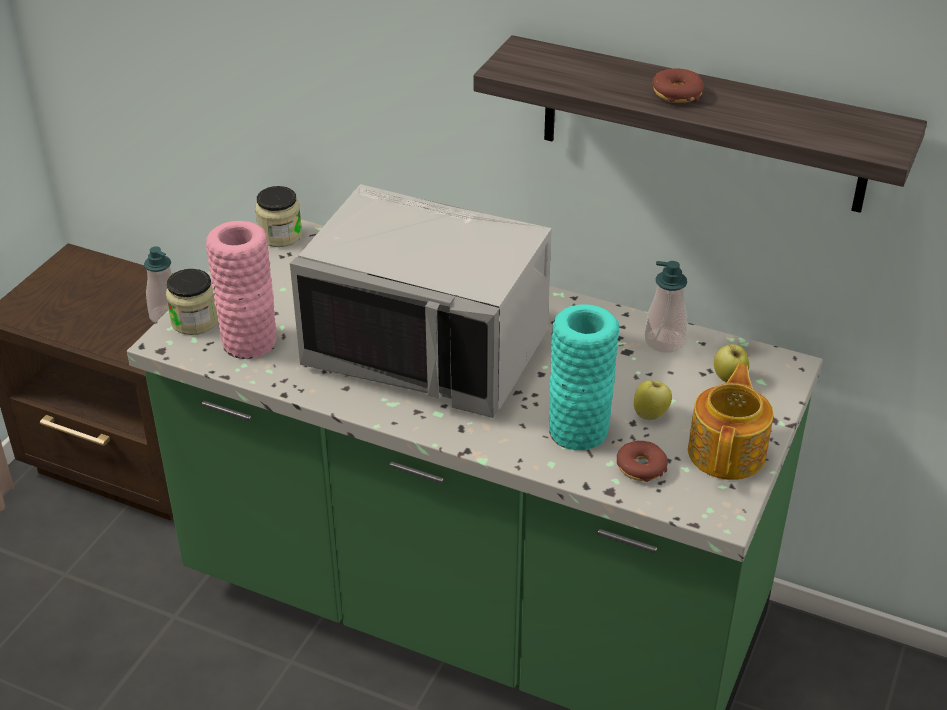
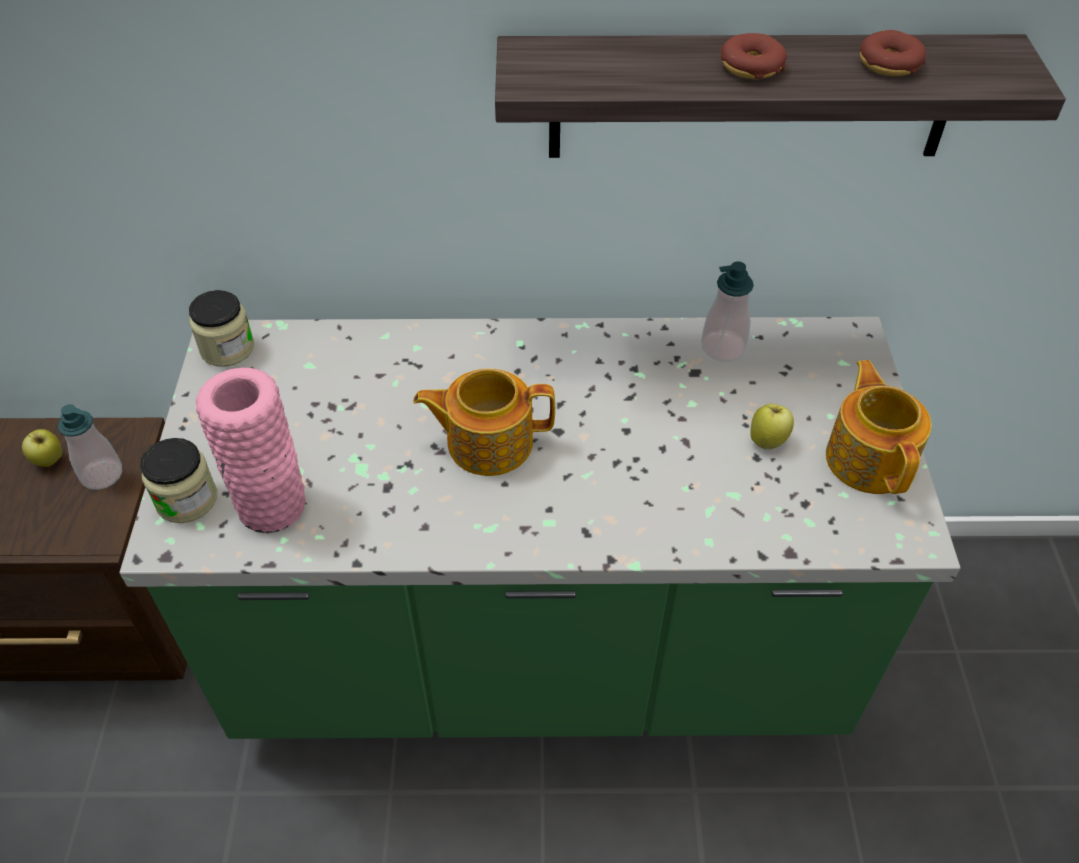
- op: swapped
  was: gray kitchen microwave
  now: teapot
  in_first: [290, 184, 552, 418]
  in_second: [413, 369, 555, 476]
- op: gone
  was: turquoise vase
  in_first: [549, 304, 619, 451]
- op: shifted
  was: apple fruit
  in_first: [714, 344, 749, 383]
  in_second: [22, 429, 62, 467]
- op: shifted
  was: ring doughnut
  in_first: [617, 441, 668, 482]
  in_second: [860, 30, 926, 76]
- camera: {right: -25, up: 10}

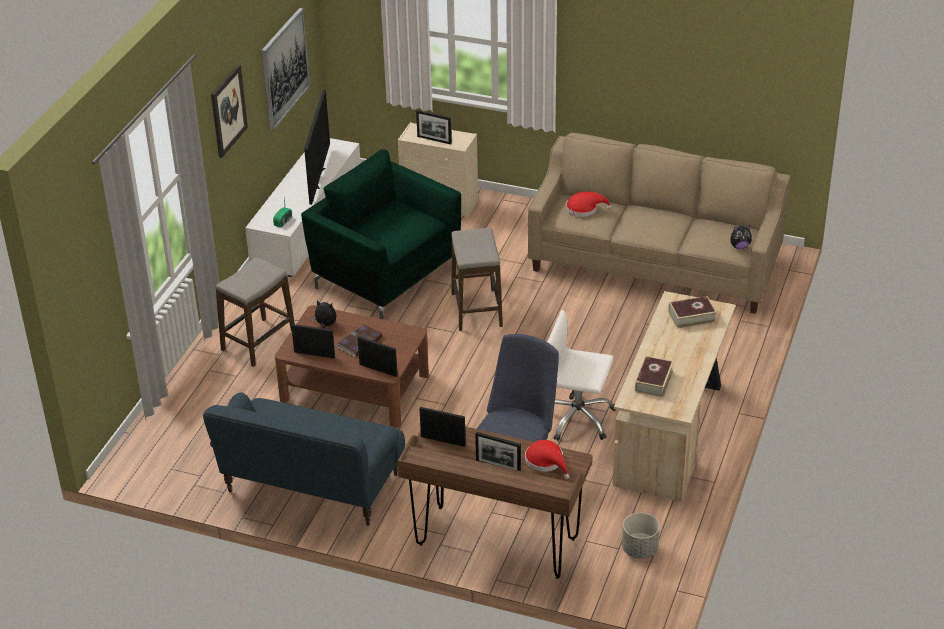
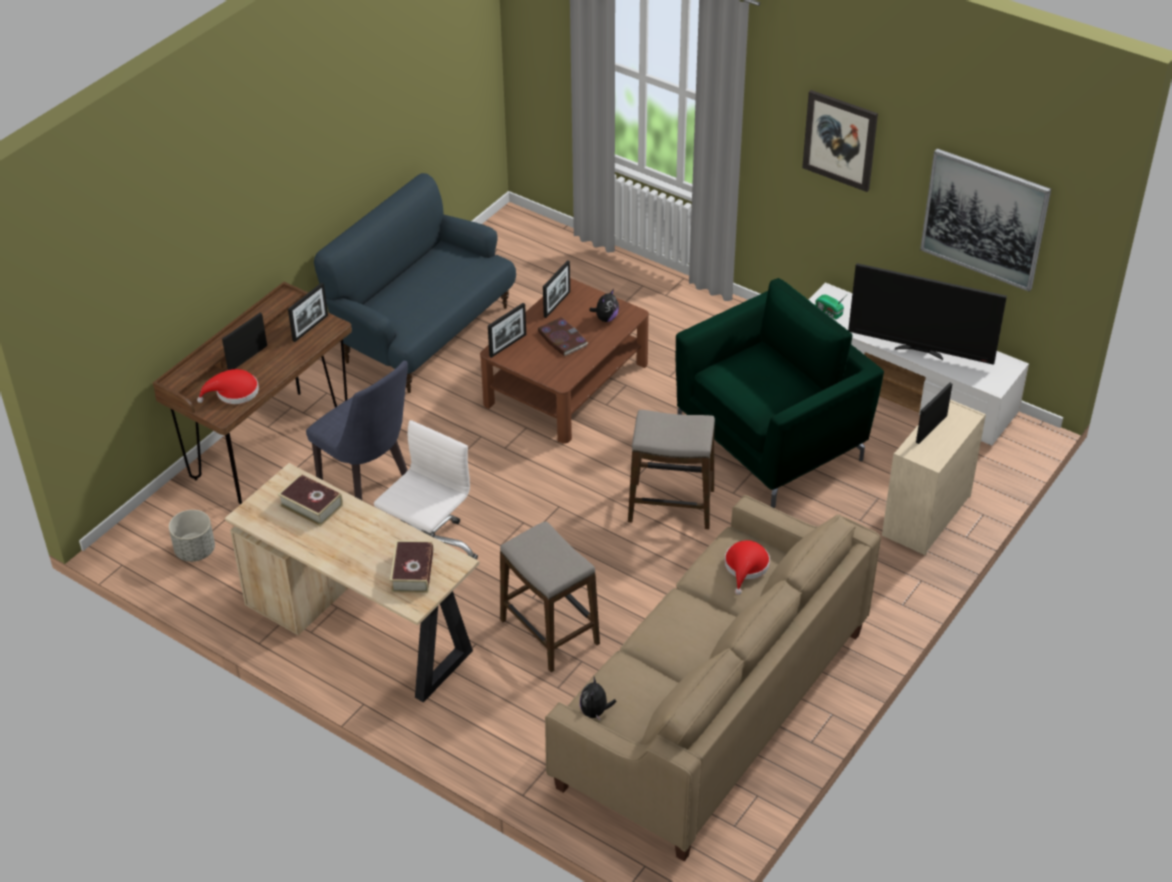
- op: shifted
  was: stool
  in_first: [216, 257, 295, 367]
  in_second: [500, 521, 600, 672]
- camera: {right: 105, up: 5}

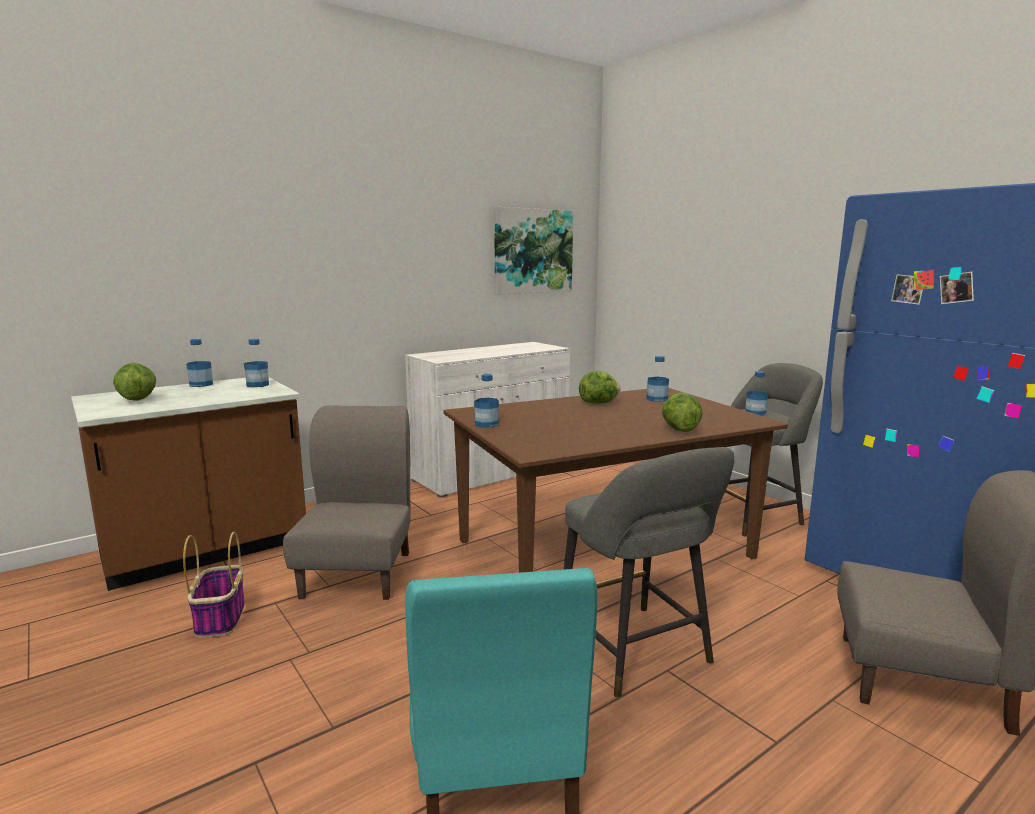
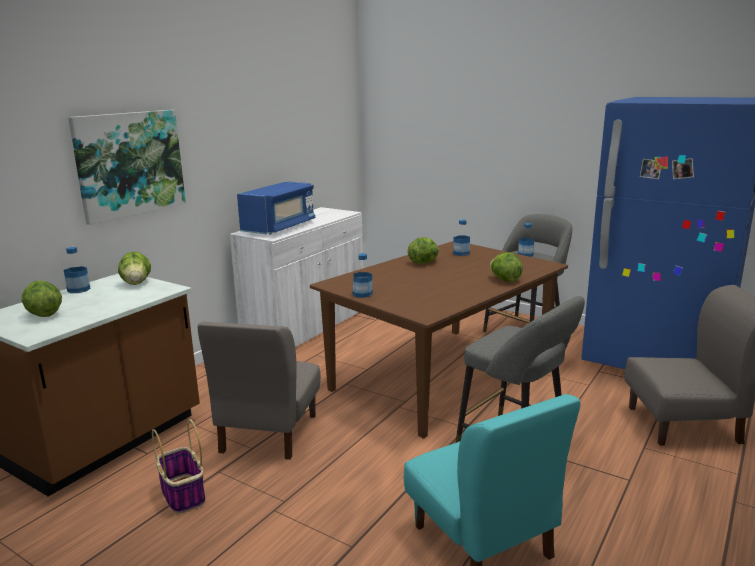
- op: shifted
  was: picture
  in_first: [494, 207, 573, 294]
  in_second: [68, 110, 186, 225]
- op: swapped
  was: bottle
  now: lettuce
  in_first: [244, 339, 269, 387]
  in_second: [118, 251, 151, 285]
- op: rotated
  was: gray chair
  in_first: [283, 406, 411, 600]
  in_second: [198, 321, 321, 460]
  clockwise: -150
- op: new
  now: bluish kitchen microwave
  in_second: [237, 181, 315, 235]
- camera: {right: -20, up: 5}

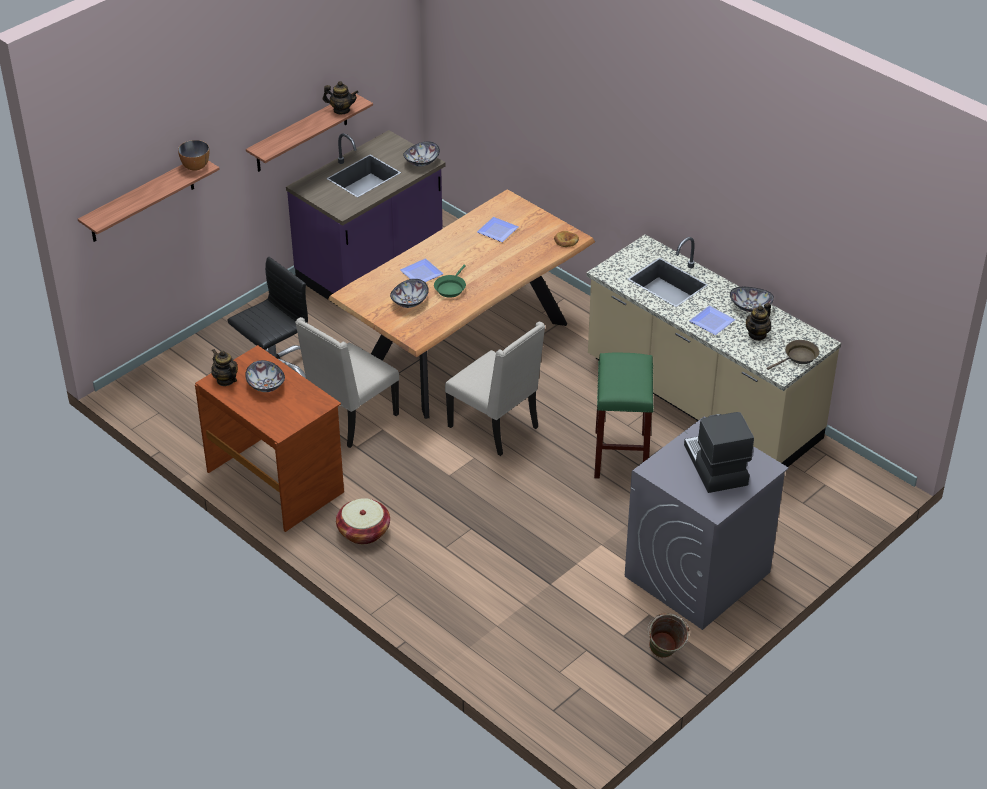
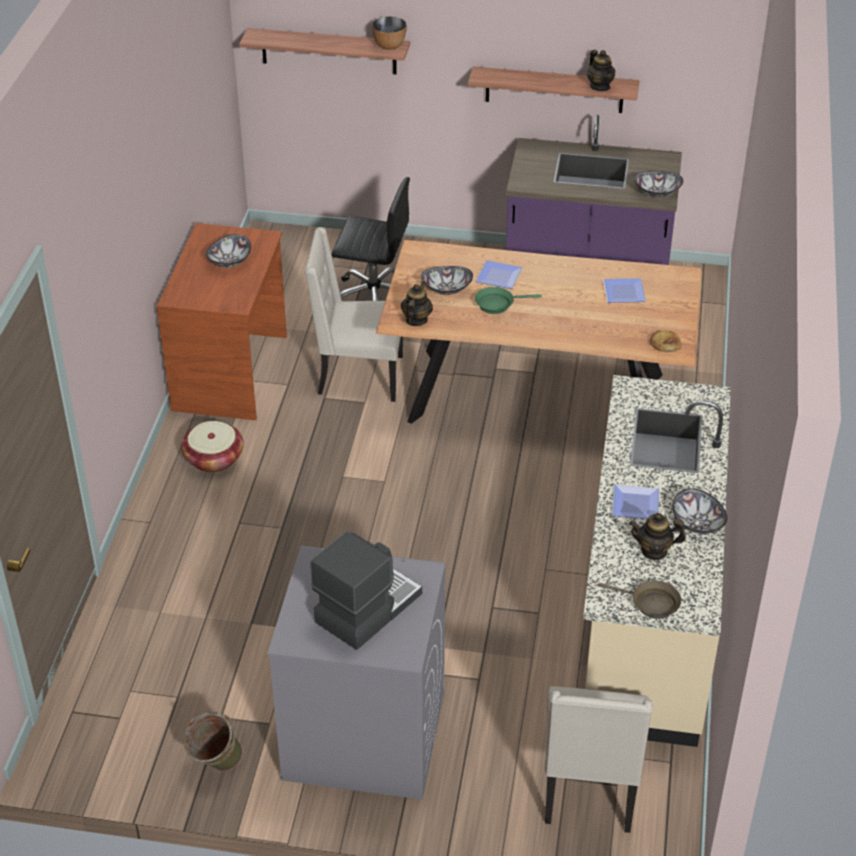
- op: shifted
  was: sand-coloured chair
  in_first: [445, 321, 545, 456]
  in_second: [545, 686, 653, 833]
- op: shifted
  was: teapot
  in_first: [211, 349, 238, 386]
  in_second: [401, 281, 433, 326]
- op: gone
  was: green stool
  in_first: [594, 353, 654, 478]
- camera: {right: 55, up: 0}

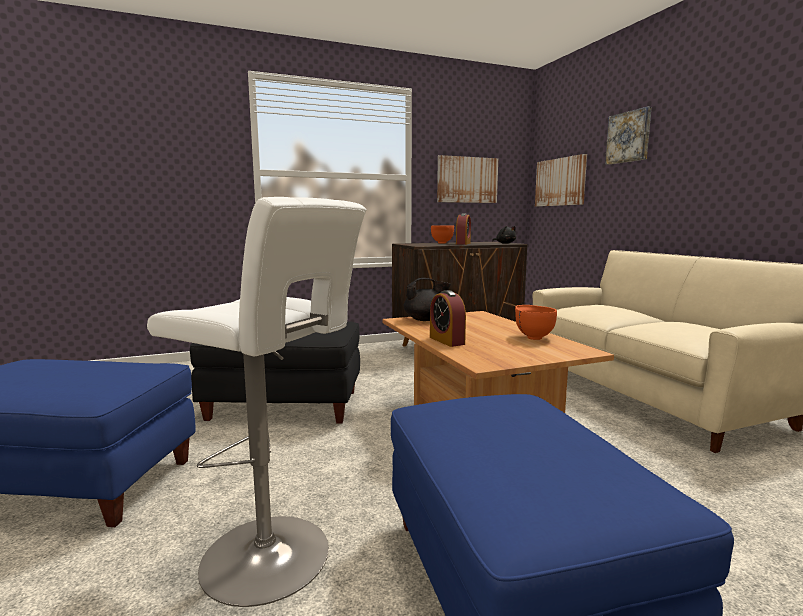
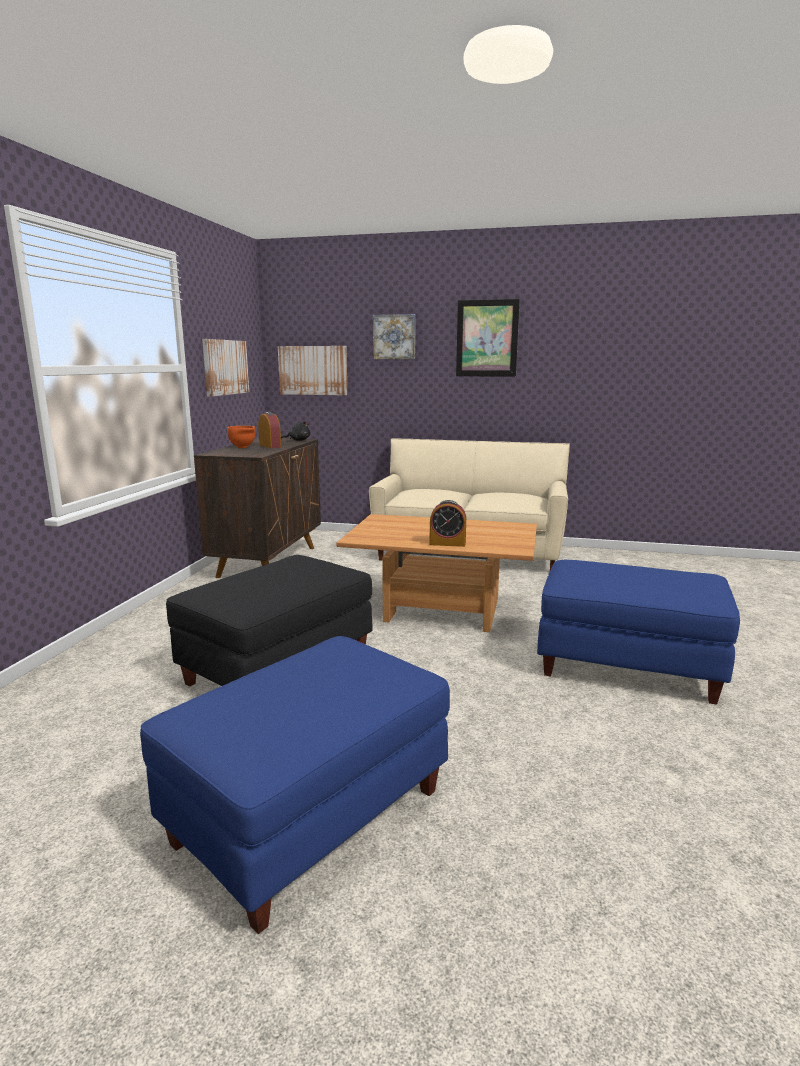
- op: gone
  was: whitish stool
  in_first: [147, 197, 367, 607]
- op: gone
  was: black-coloured teapot
  in_first: [403, 278, 451, 321]
- op: gone
  was: orangey bowl
  in_first: [515, 305, 557, 340]
- op: new
  now: picture
  in_second: [456, 299, 520, 377]
- camera: {right: -55, up: 5}

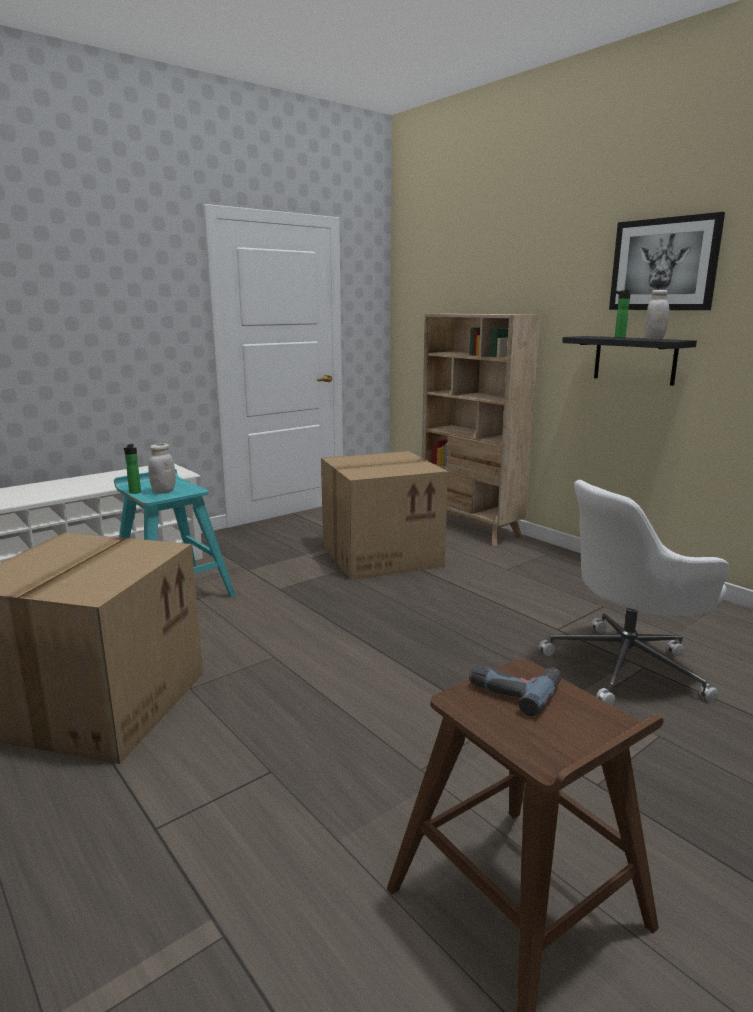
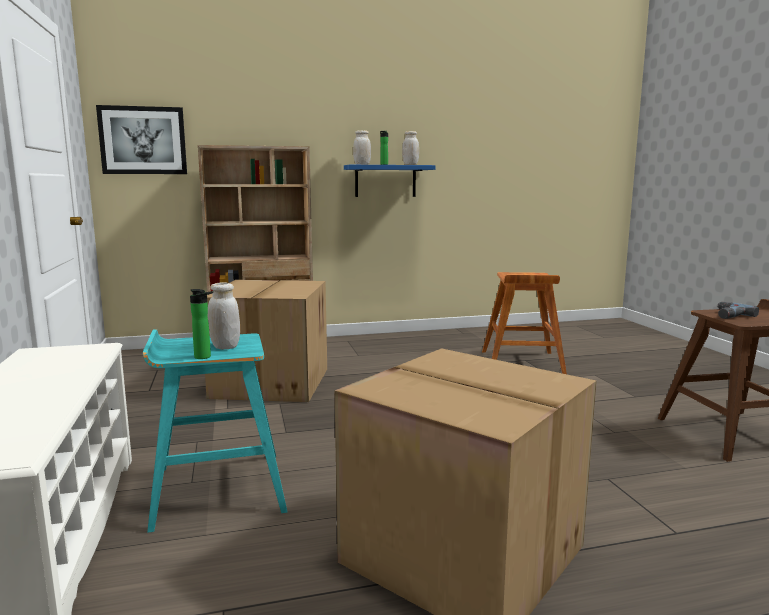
- op: shifted
  was: picture
  in_first: [609, 212, 725, 310]
  in_second: [96, 105, 187, 174]
- op: repainted
  was: black-coloured bracket shelf
  now: bluish bracket shelf
  in_first: [562, 336, 697, 386]
  in_second: [344, 165, 435, 197]
- op: swapped
  was: whitish computer chair
  now: brown-coloured stool
  in_first: [539, 480, 729, 706]
  in_second: [482, 272, 567, 374]
- op: new
  now: whitish jar
  in_second: [353, 131, 371, 165]
- camera: {right: -65, up: -5}

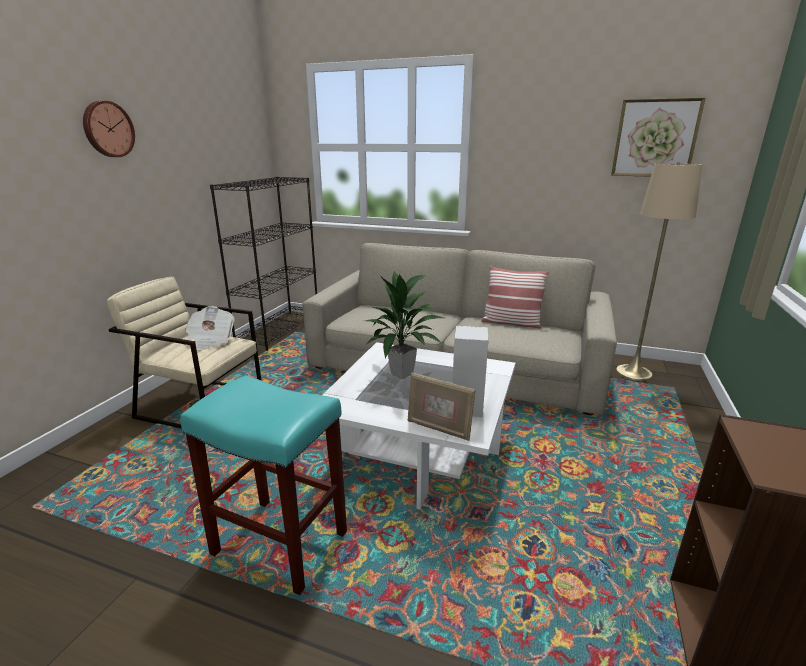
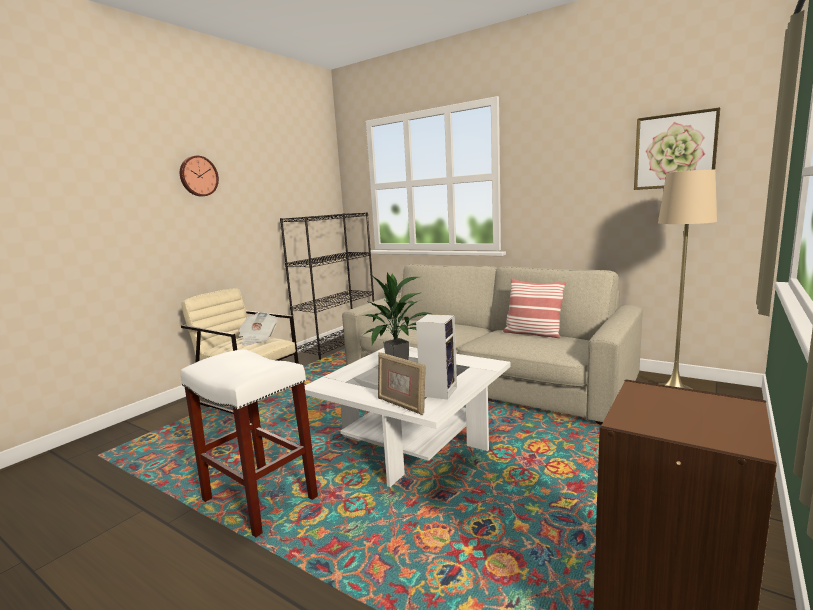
- op: repainted
  was: turquoise stool
  now: whitish stool
  in_first: [180, 375, 347, 595]
  in_second: [181, 349, 318, 537]
- camera: {right: 15, up: -10}

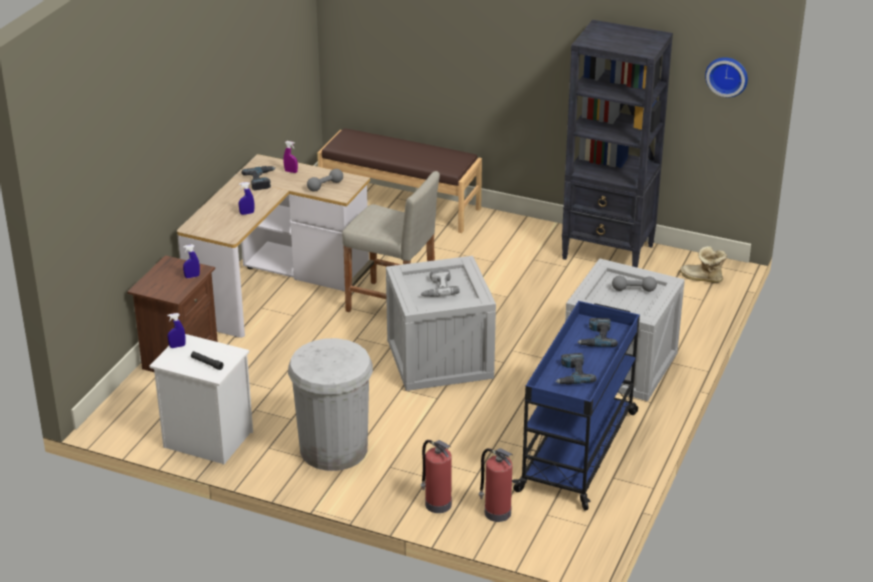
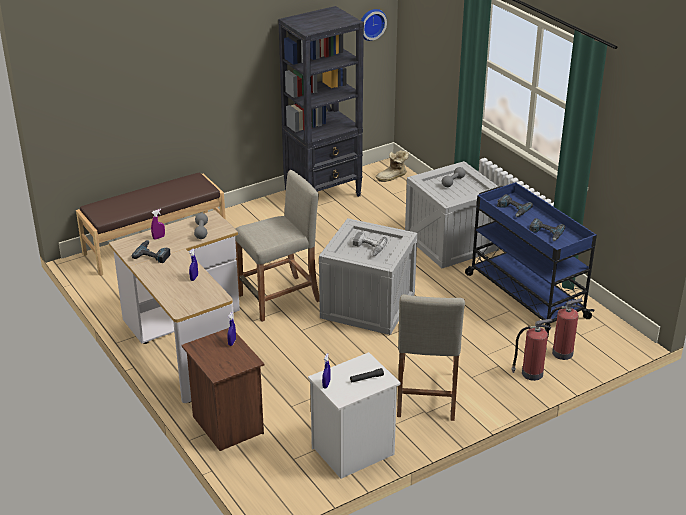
- op: swapped
  was: whitish rubbish bin
  now: sand-coloured stool
  in_first: [288, 338, 373, 471]
  in_second: [397, 294, 465, 421]
- camera: {right: -55, up: 0}

